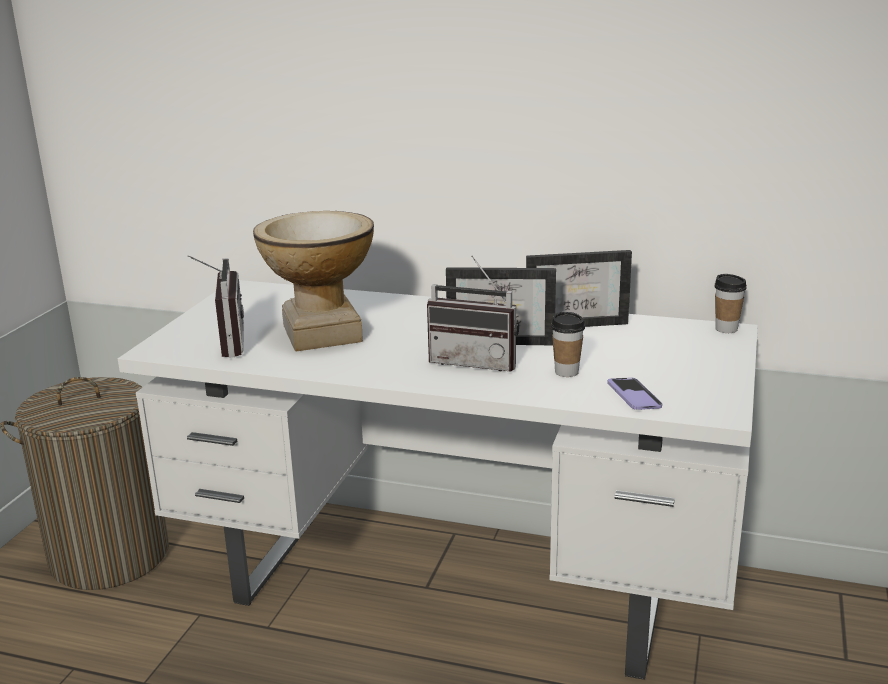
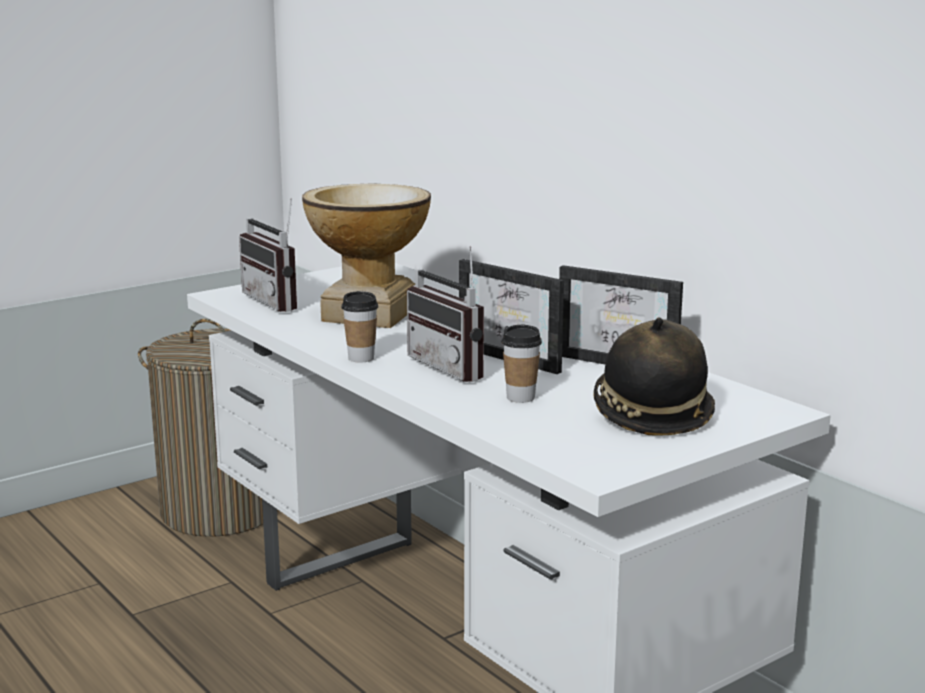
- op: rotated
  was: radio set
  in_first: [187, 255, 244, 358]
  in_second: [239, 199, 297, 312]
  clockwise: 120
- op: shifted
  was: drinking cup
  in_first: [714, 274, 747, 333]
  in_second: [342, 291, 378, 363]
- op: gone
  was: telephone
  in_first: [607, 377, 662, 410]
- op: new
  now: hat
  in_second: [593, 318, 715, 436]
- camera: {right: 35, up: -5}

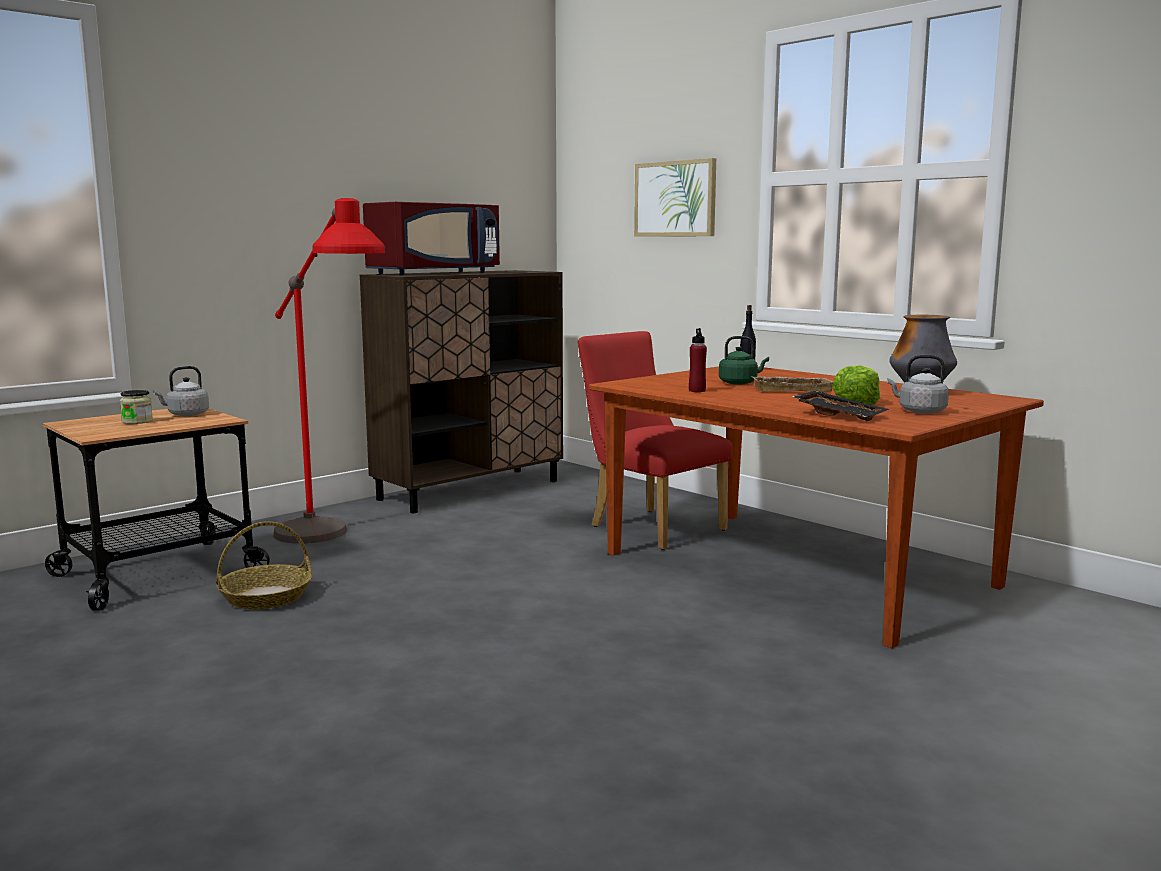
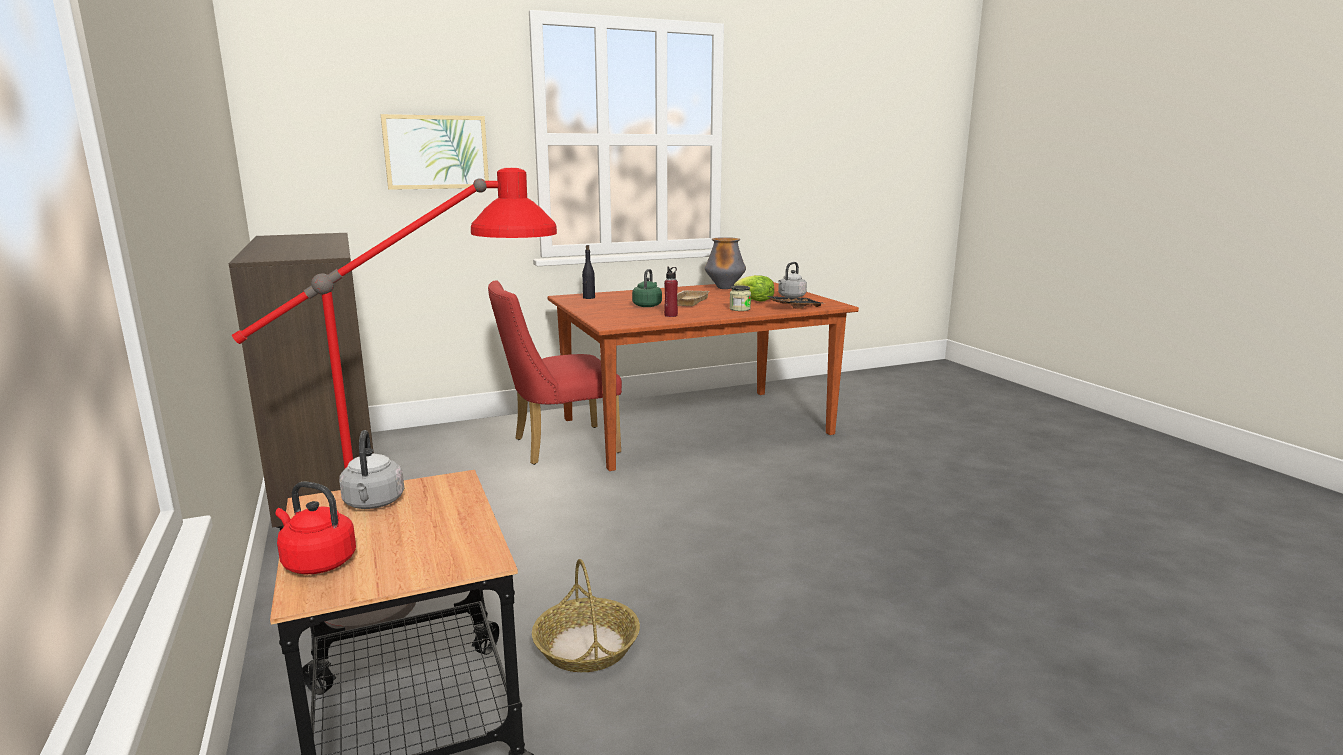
- op: gone
  was: red kitchen microwave
  in_first: [363, 202, 500, 275]
- op: shifted
  was: jar
  in_first: [120, 390, 153, 424]
  in_second: [730, 285, 751, 311]
- op: new
  now: red water kettle
  in_second: [276, 481, 356, 574]
- camera: {right: -70, up: 5}

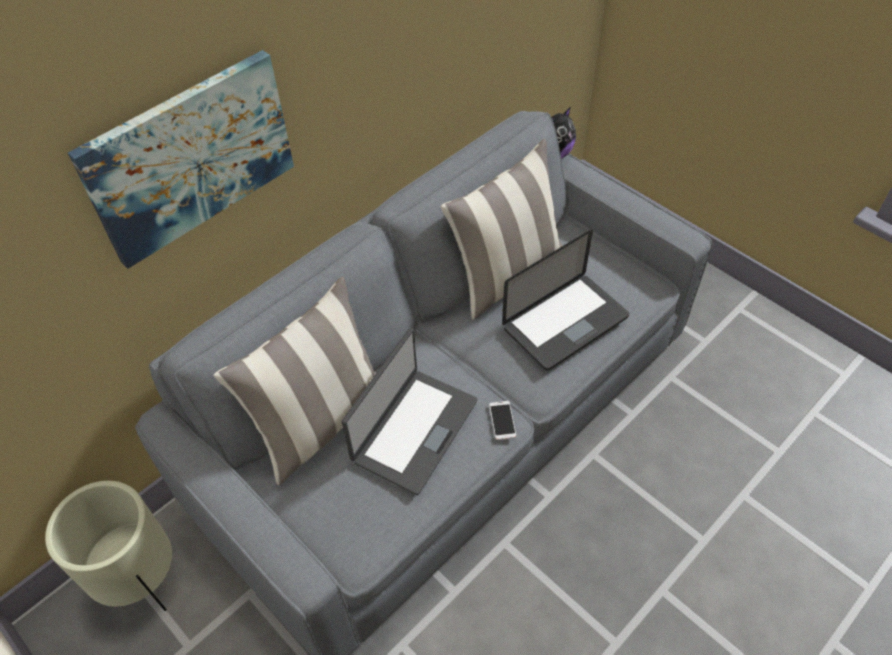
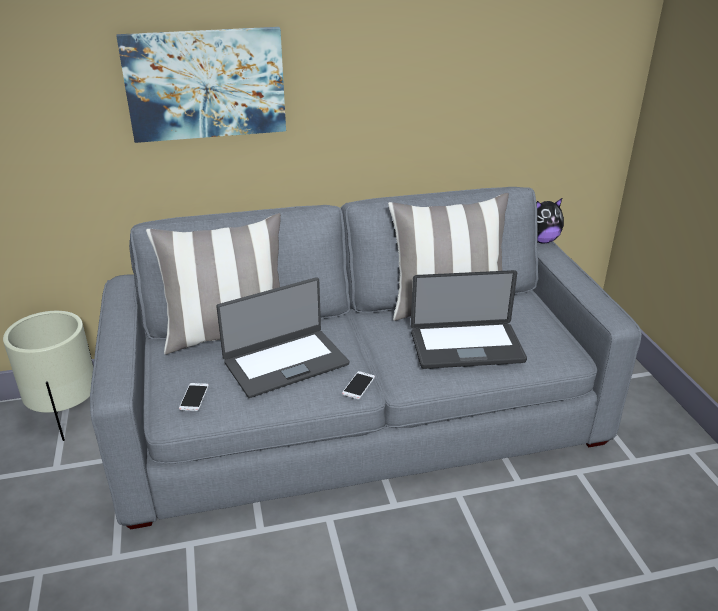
- op: new
  now: telephone
  in_second: [179, 383, 209, 411]
- camera: {right: 30, up: -20}

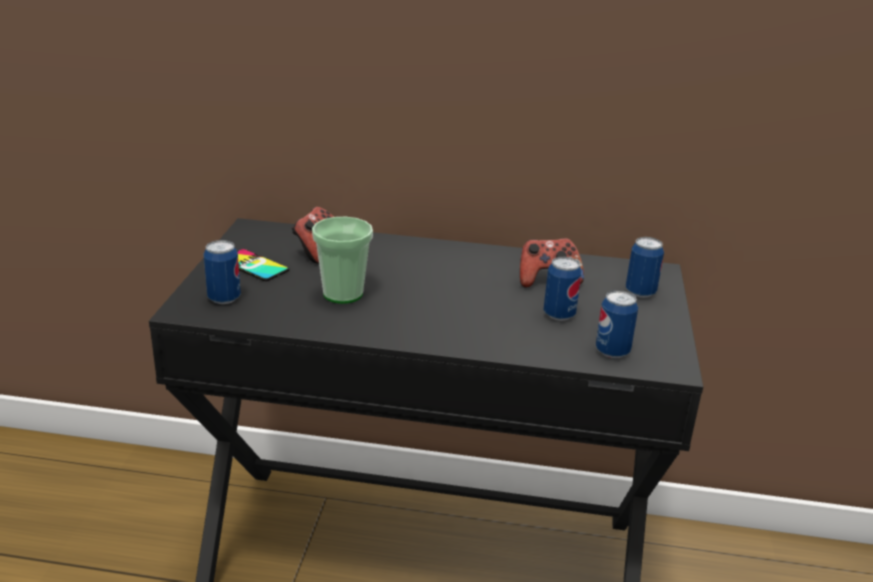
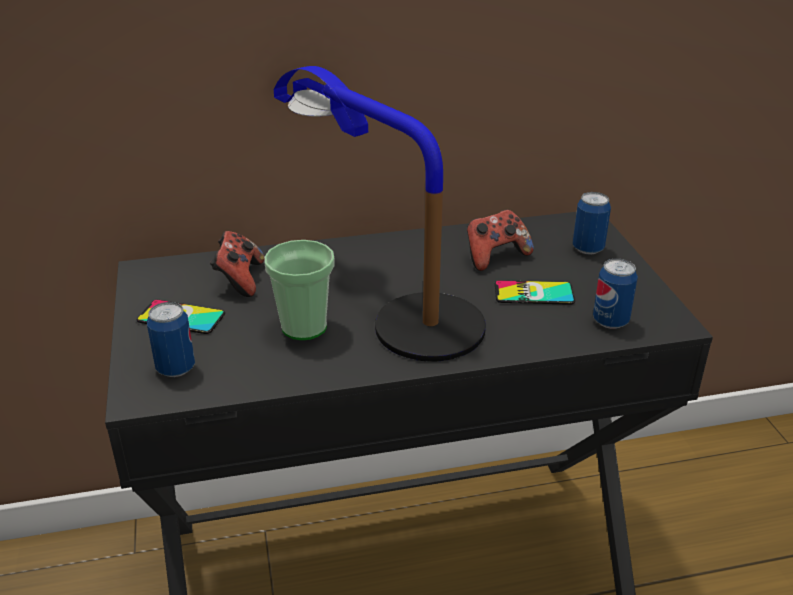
- op: swapped
  was: can
  now: telephone
  in_first: [543, 257, 582, 321]
  in_second: [495, 280, 575, 305]
- op: new
  now: table lamp
  in_second: [274, 66, 486, 362]
- camera: {right: -20, up: 5}

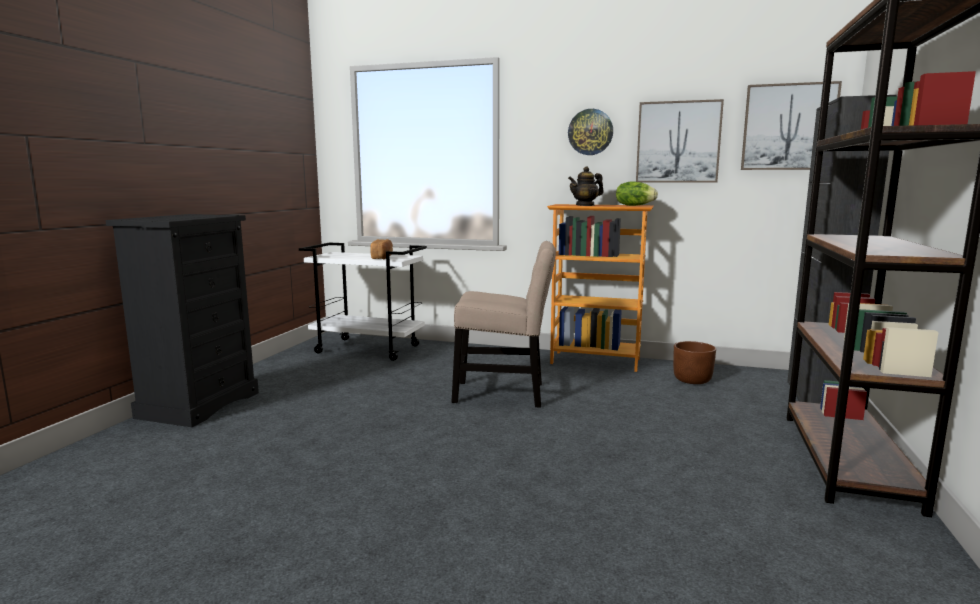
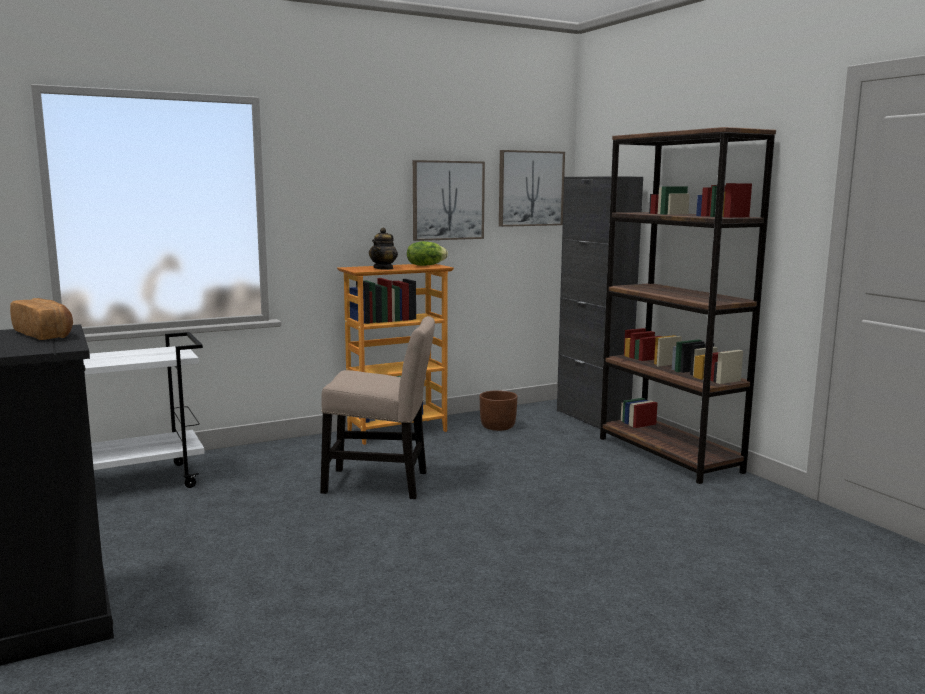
- op: gone
  was: hanging clock
  in_first: [568, 109, 613, 155]
- op: shifted
  was: bread
  in_first: [370, 239, 393, 259]
  in_second: [10, 298, 73, 340]
- op: rotated
  was: sand-coloured chair
  in_first: [452, 241, 556, 408]
  in_second: [320, 316, 435, 499]
  clockwise: 45
- camera: {right: -45, up: 0}

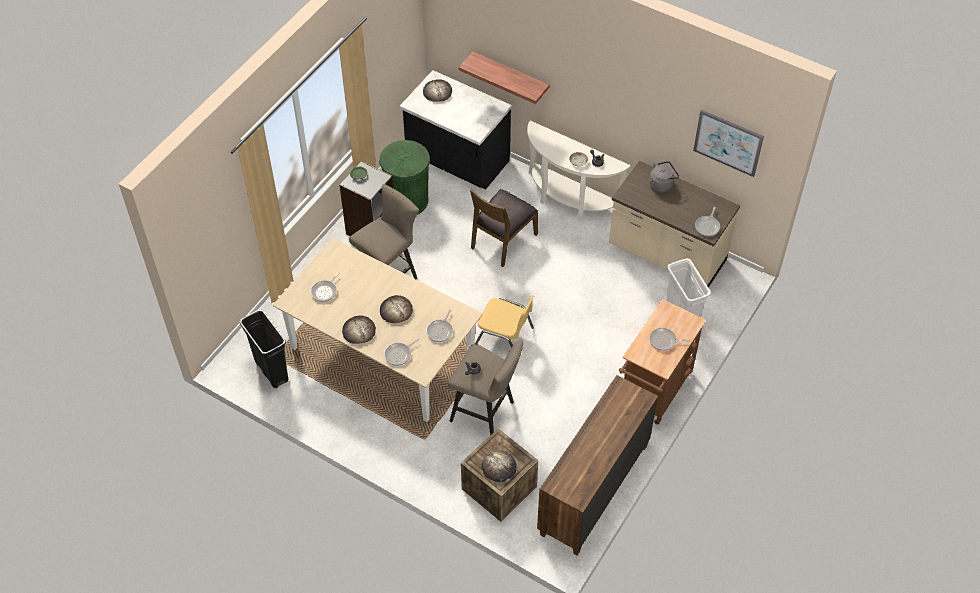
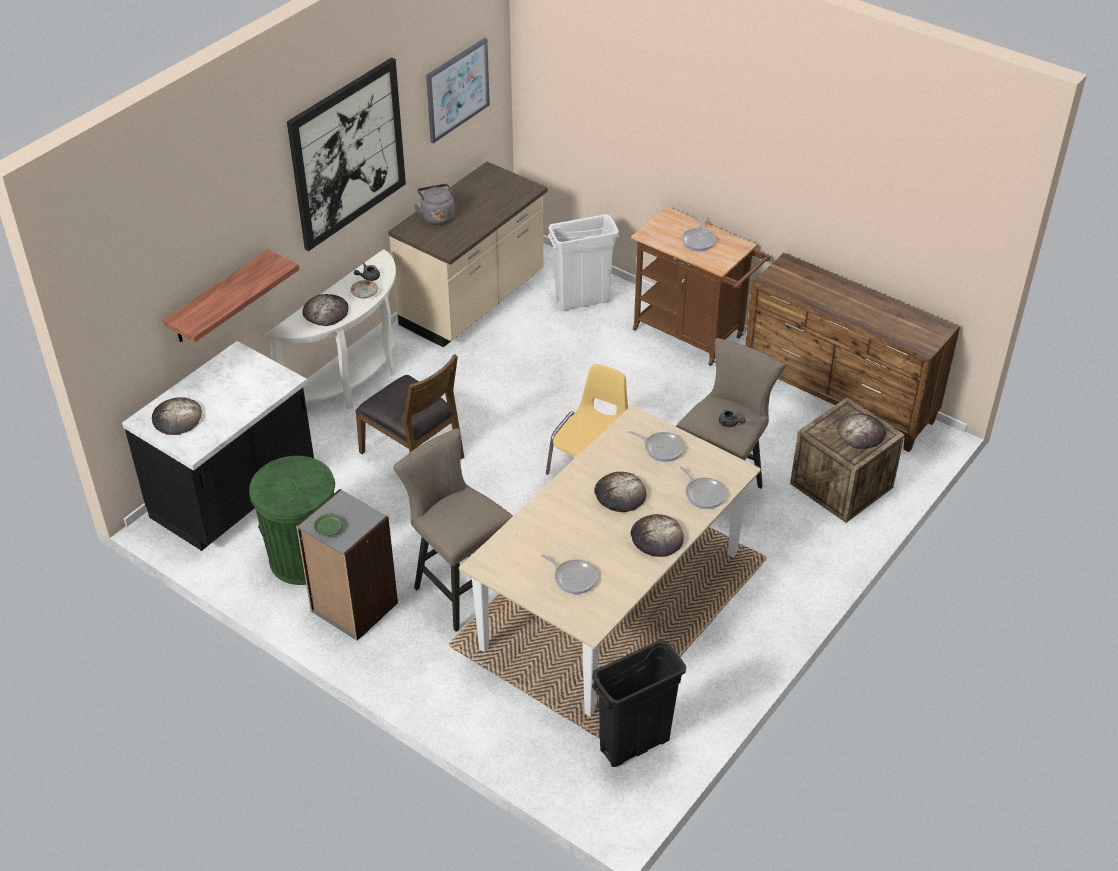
- op: gone
  was: pan
  in_first: [695, 207, 720, 237]
- op: new
  now: picture
  in_second: [287, 58, 406, 251]
- op: new
  now: bread
  in_second: [302, 294, 349, 326]
- camera: {right: -85, up: -10}

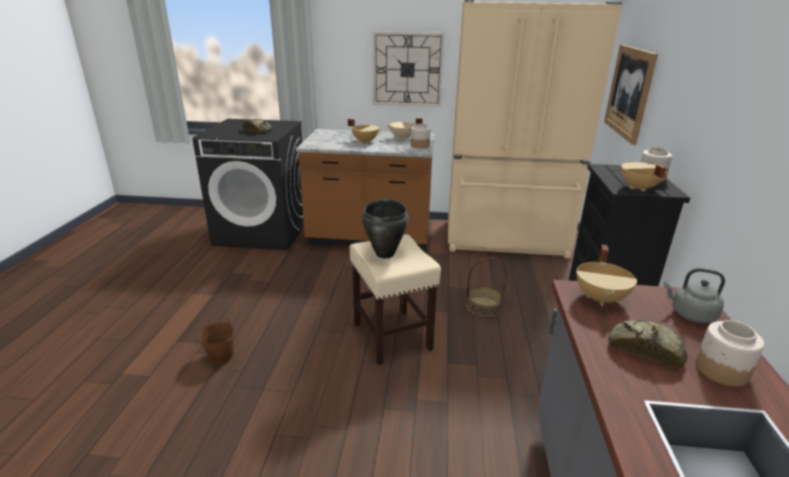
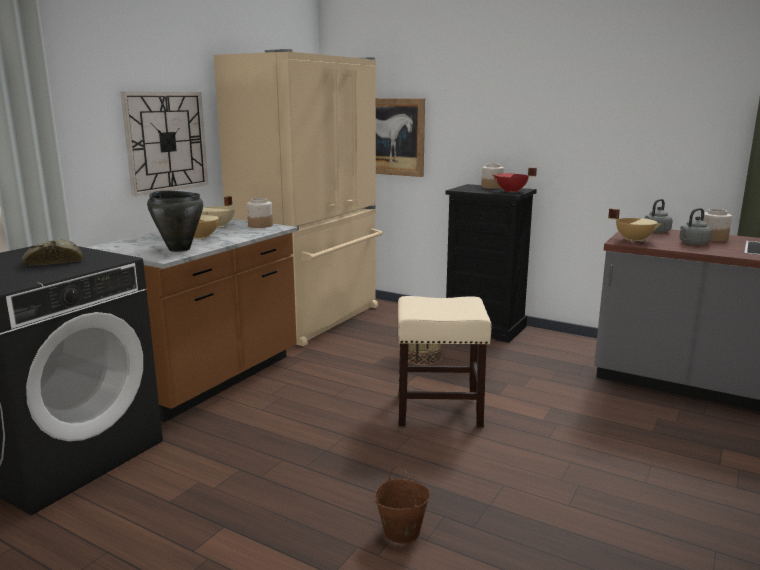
- op: repainted
  was: sand-coloured cooking pot
  now: red cooking pot
  in_first: [621, 161, 667, 192]
  in_second: [492, 168, 537, 193]
- op: shifted
  was: black-coloured cooking pot
  in_first: [362, 199, 409, 258]
  in_second: [147, 191, 203, 252]
- op: swapped
  was: bread
  now: gray water kettle
  in_first: [608, 319, 688, 368]
  in_second: [679, 208, 712, 245]
- camera: {right: -65, up: -10}

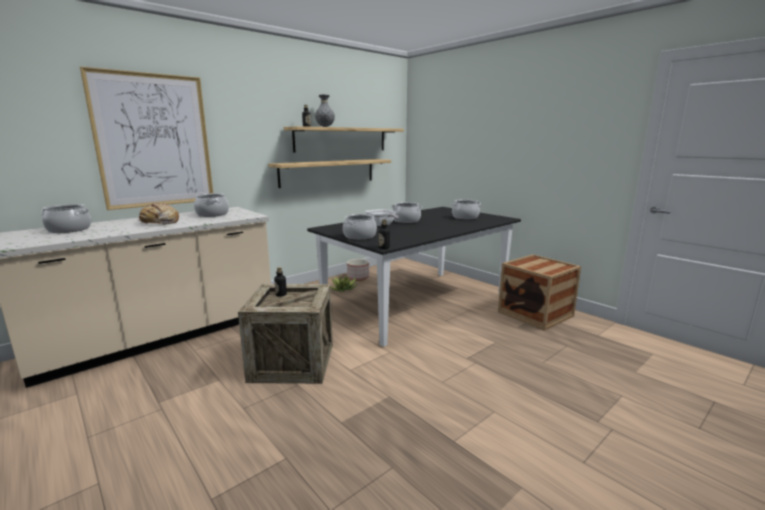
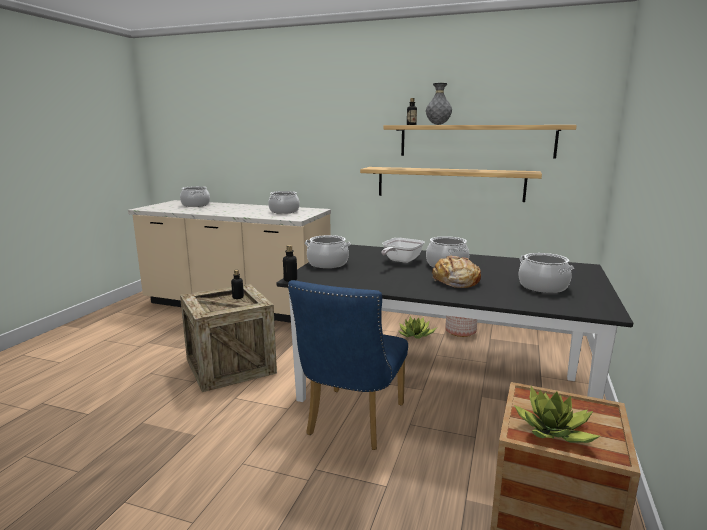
- op: gone
  was: picture
  in_first: [80, 67, 213, 210]
- op: shifted
  was: bread
  in_first: [138, 203, 179, 224]
  in_second: [432, 256, 481, 288]
- op: new
  now: bluish chair
  in_second: [288, 280, 408, 450]
- op: new
  now: plant in a pot
  in_second: [514, 386, 600, 443]
- camera: {right: 60, up: 0}

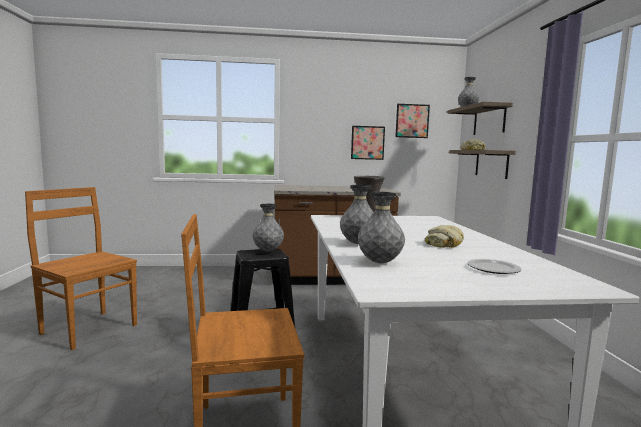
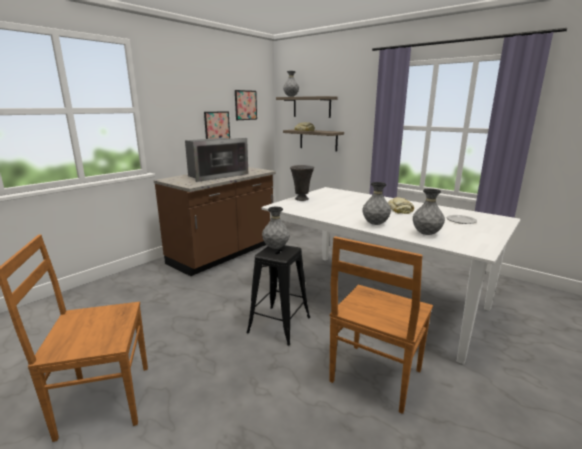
- op: new
  now: kitchen microwave
  in_second: [185, 138, 248, 182]
- camera: {right: -45, up: 10}

